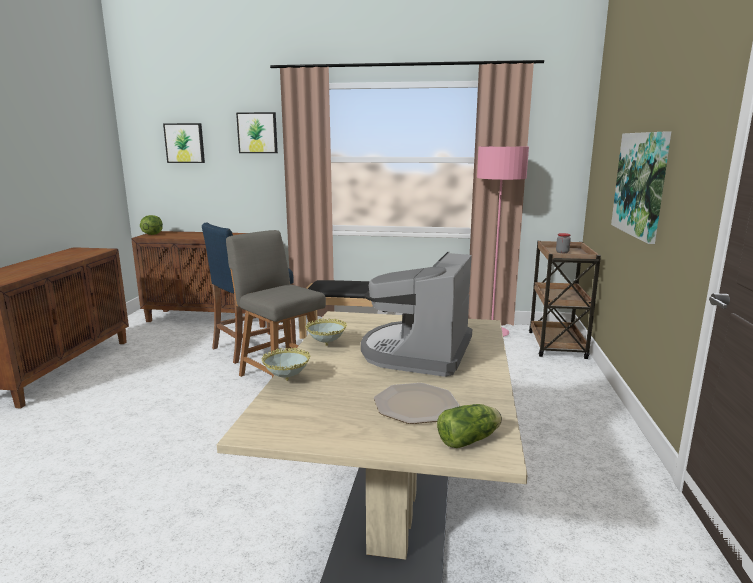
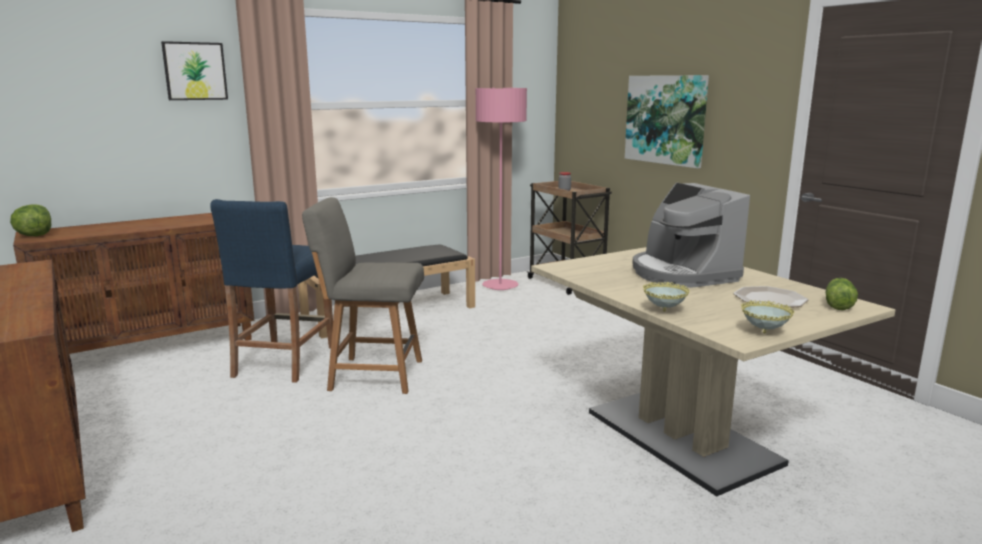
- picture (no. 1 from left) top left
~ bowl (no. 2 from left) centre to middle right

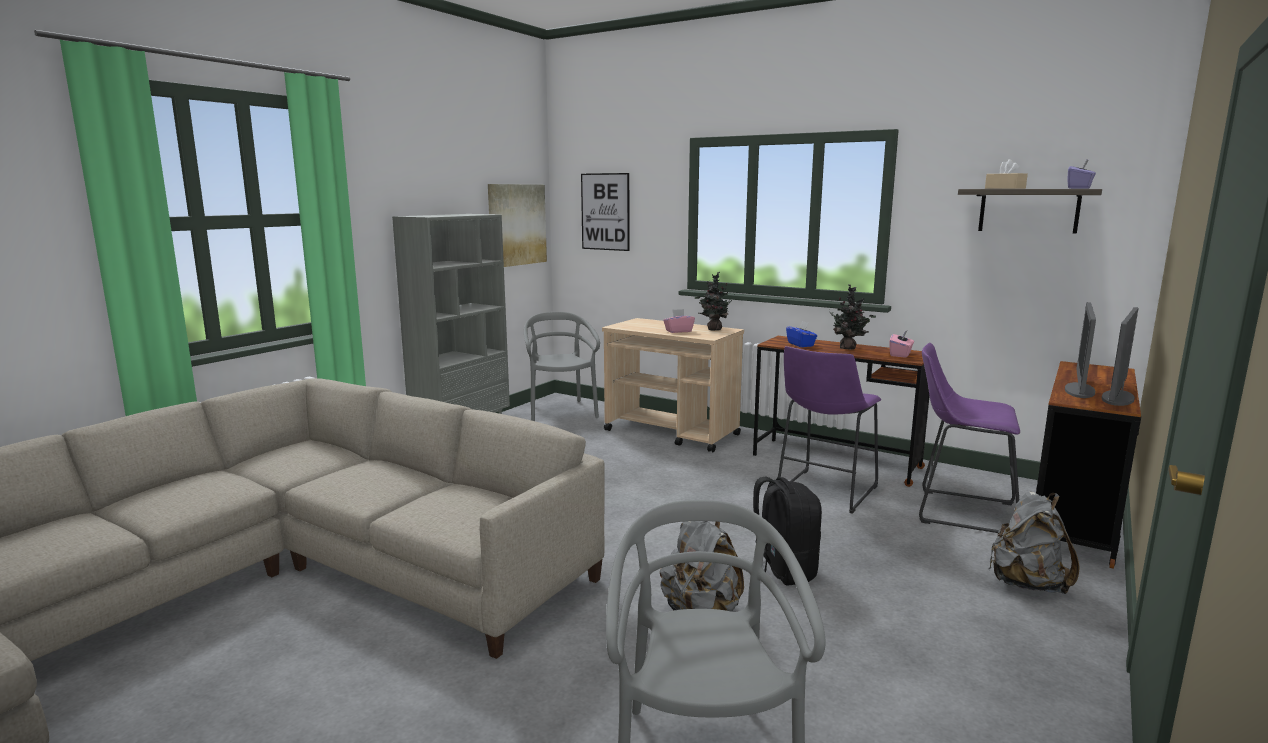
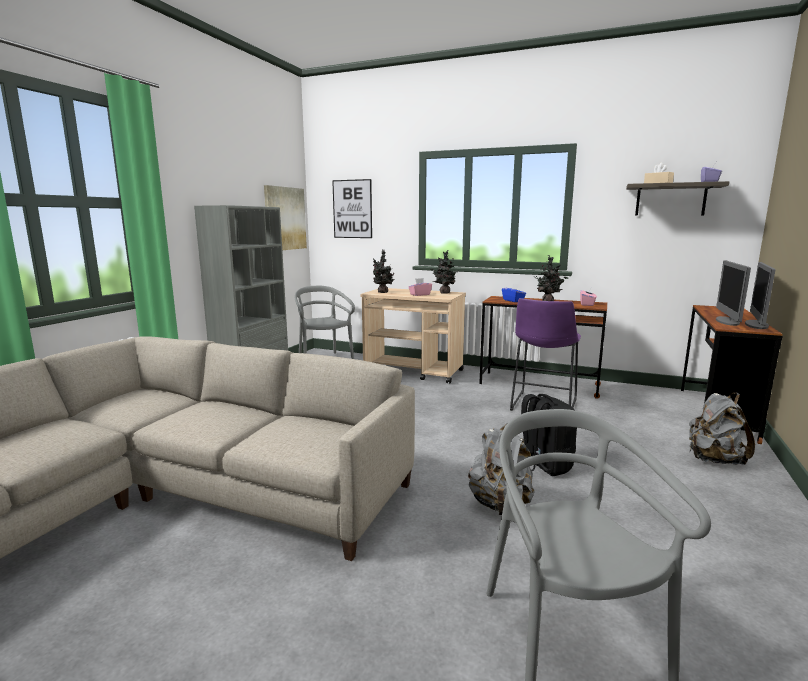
- purple stool (no. 2 from left) middle right
+ potted plant (no. 1 from left) centre

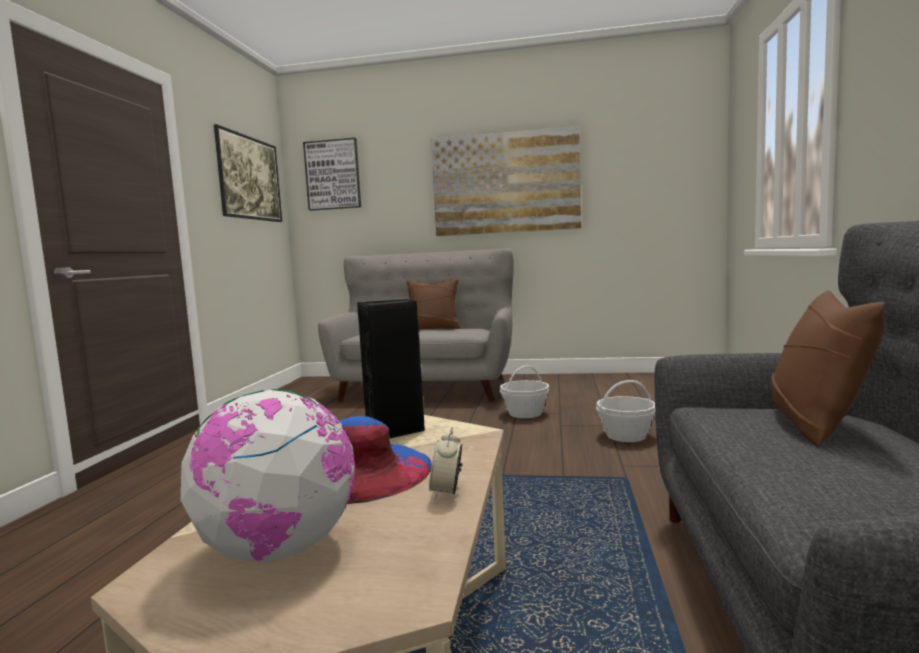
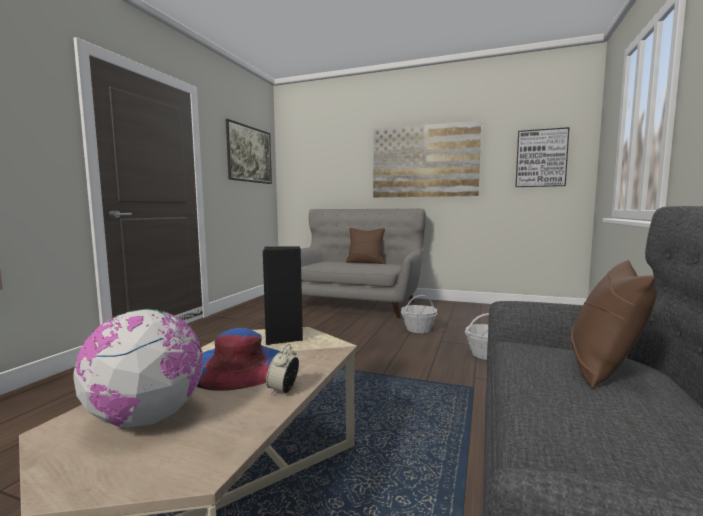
~ picture (no. 2 from left in the first image) top centre to picture (no. 3 from left) top right

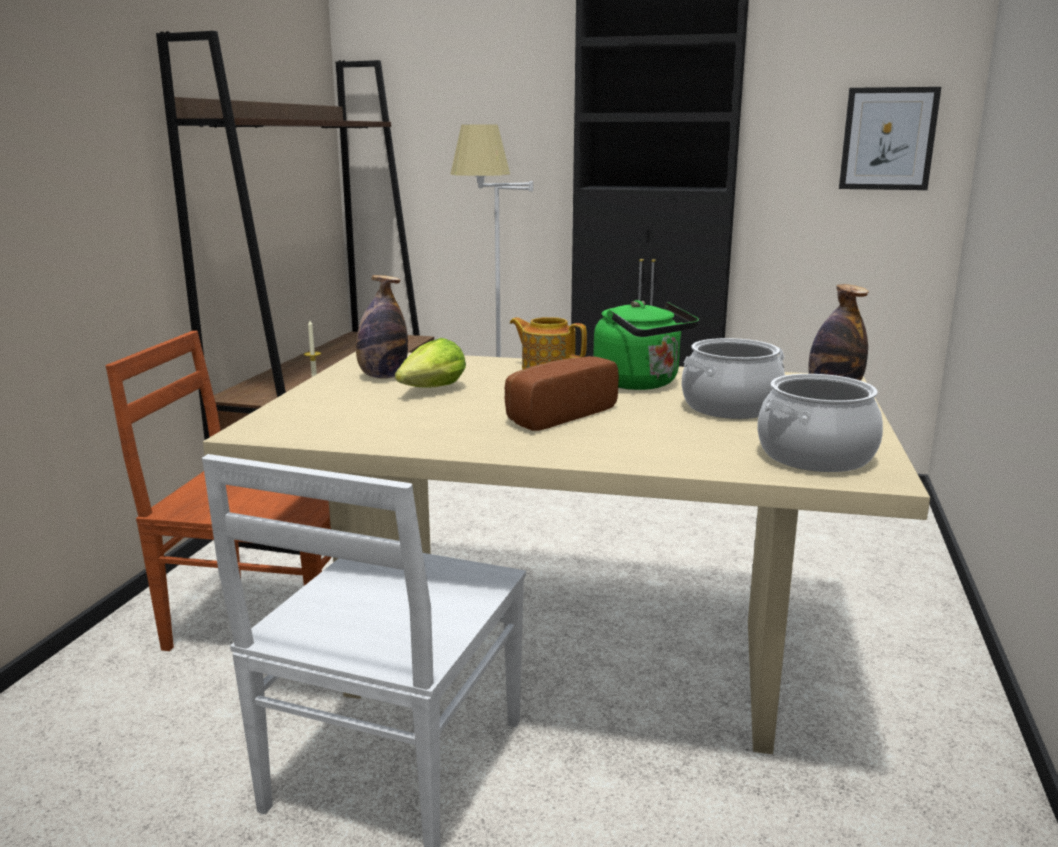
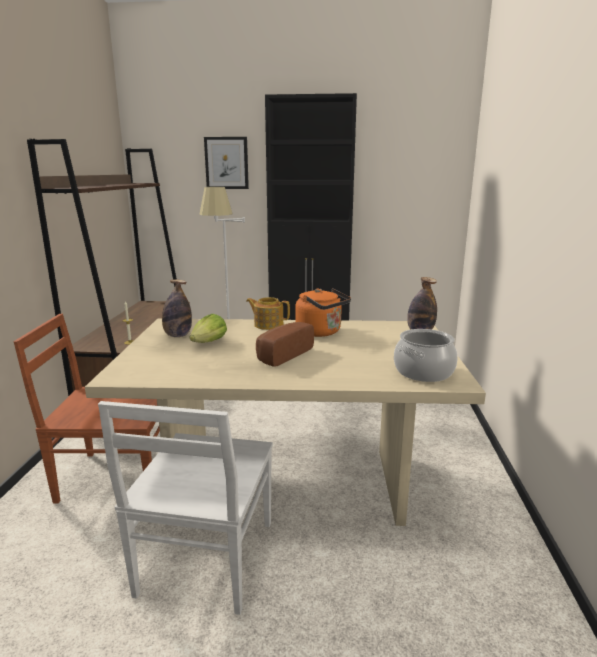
- cooking pot (no. 1 from left) middle right
~ picture top right to top centre
~ green kettle centre to orange kettle centre

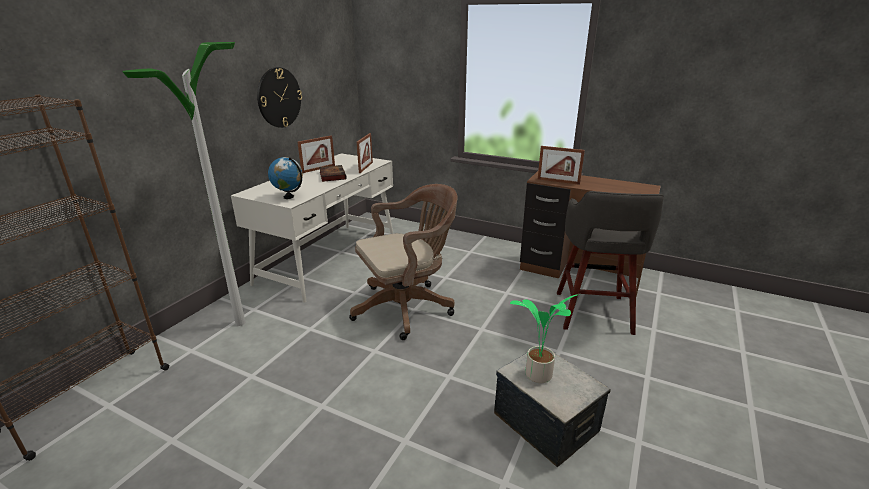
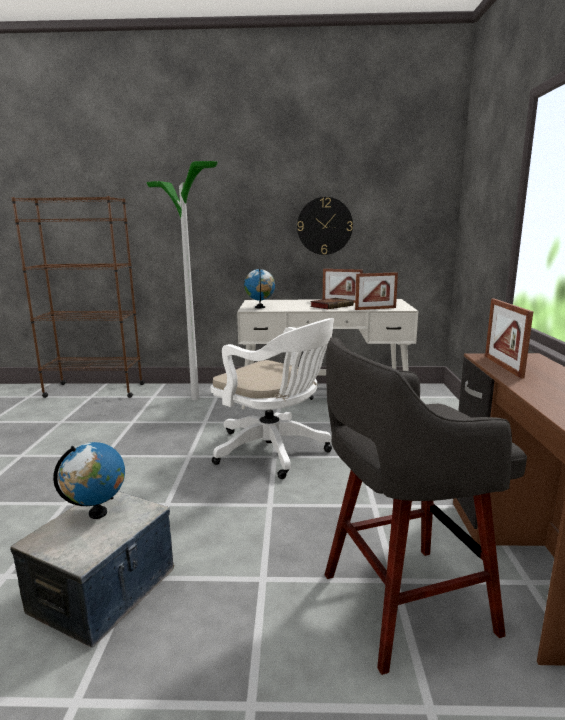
~ potted plant bottom centre to globe (no. 1 from left) bottom left
~ brown office chair centre to white office chair centre

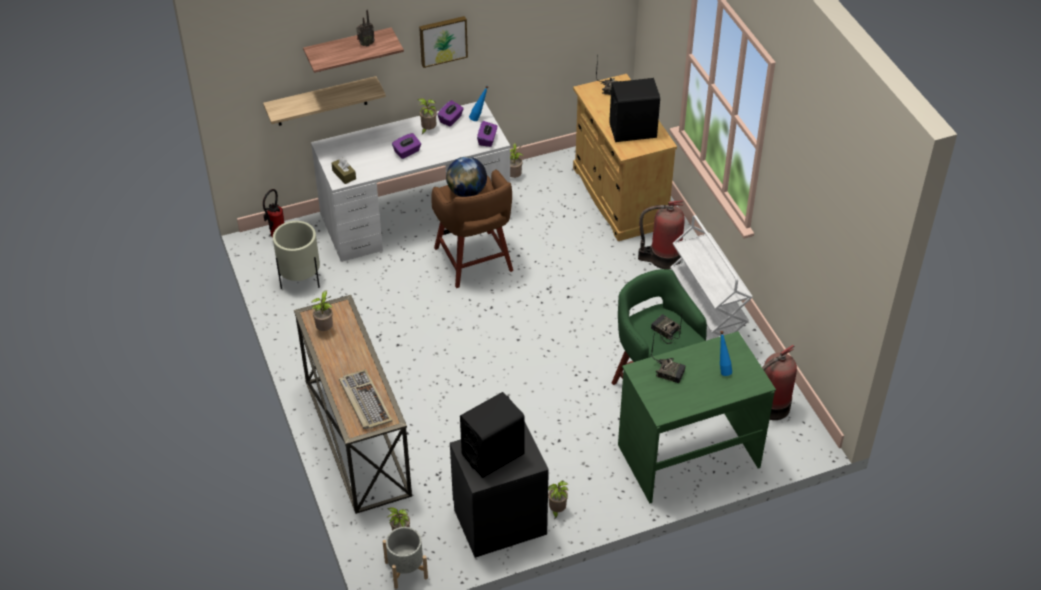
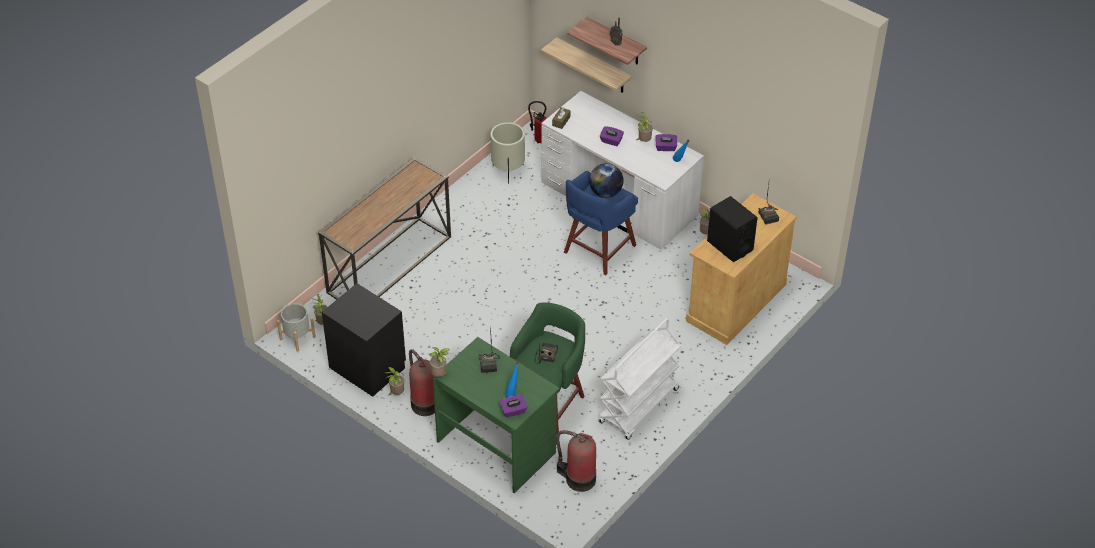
- keyboard bottom centre
- picture top centre
- black speaker (no. 1 from left) bottom centre
~ potted plant (no. 1 from left in the first image) middle left to potted plant (no. 3 from left) centre
~ purple tissue box (no. 3 from left in the first image) top centre to purple tissue box (no. 1 from left) bottom centre
~ fire extinguisher (no. 2 from left in the first image) centre to fire extinguisher (no. 1 from left) bottom centre
~ brown stool centre to blue stool centre

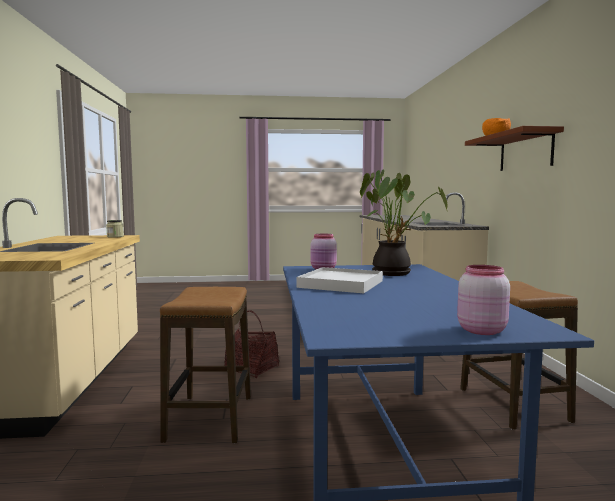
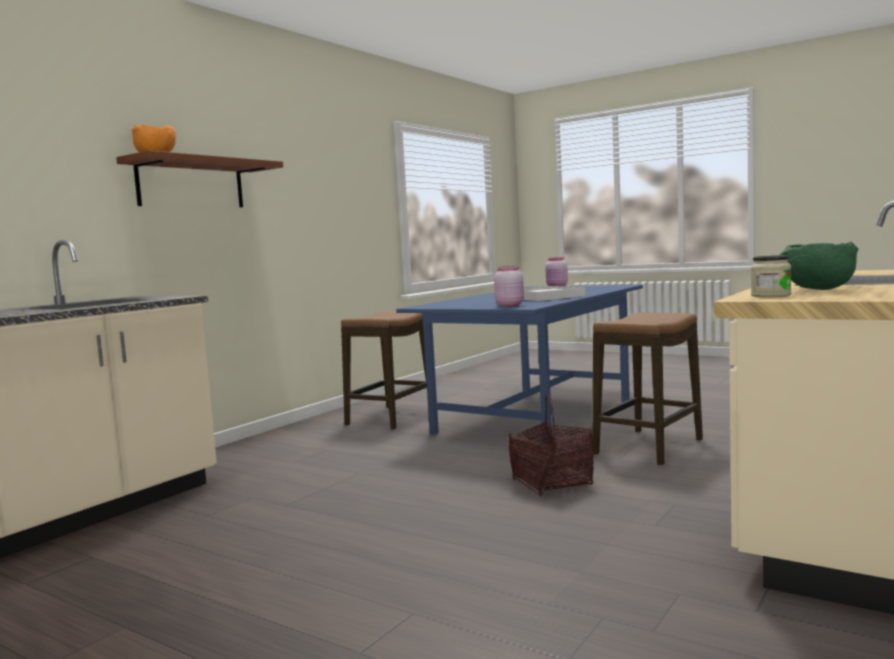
- potted plant centre
+ green bowl middle right

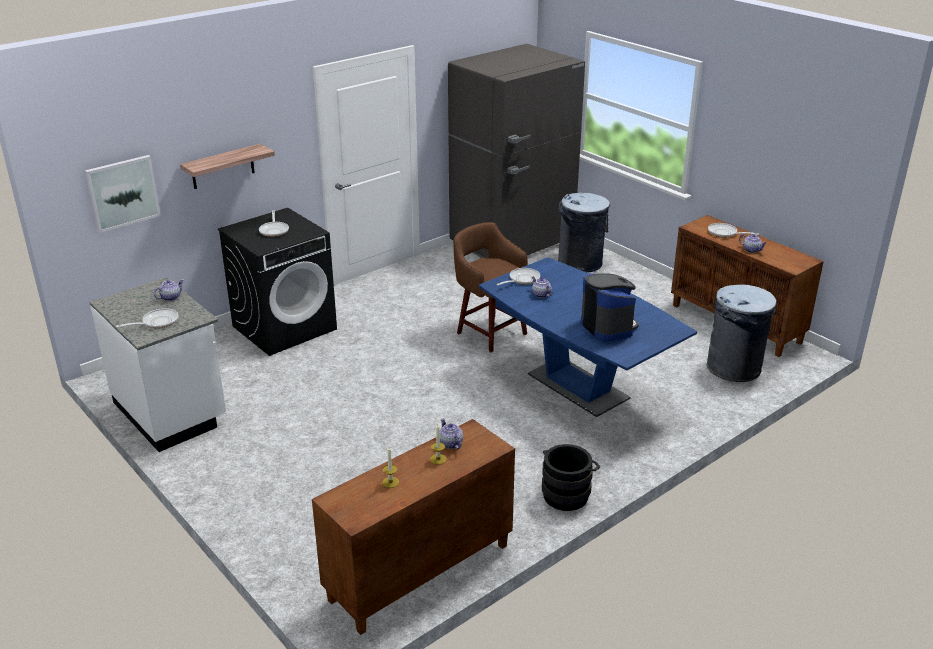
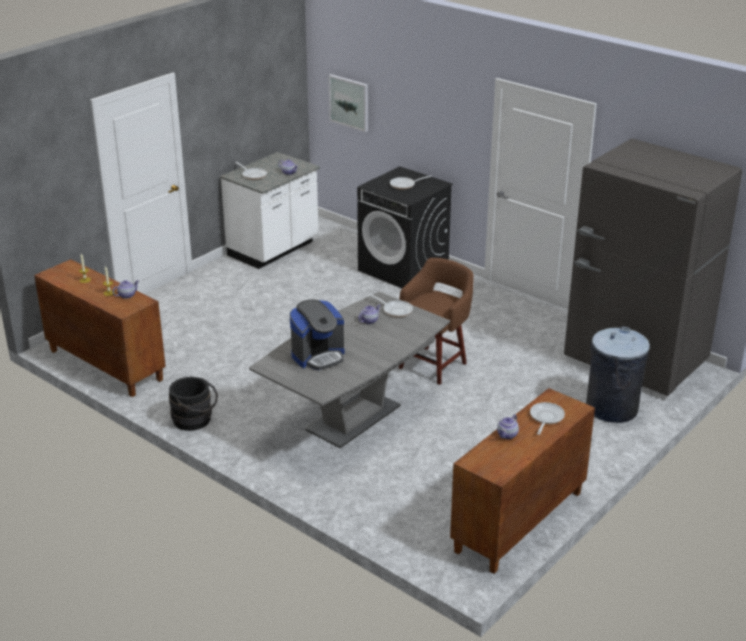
- shelf top left
- grey trash can (no. 2 from left) middle right
~ blue dining table centre to grey dining table centre

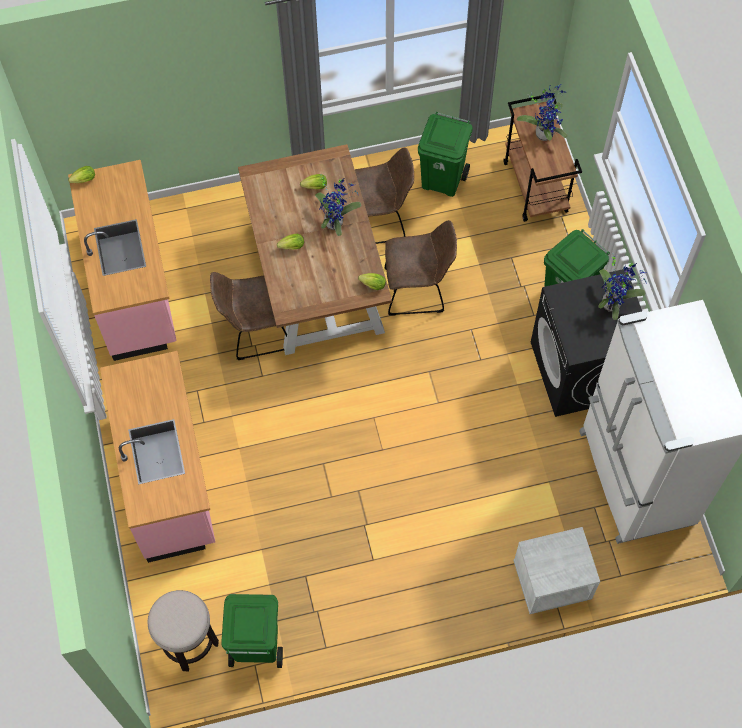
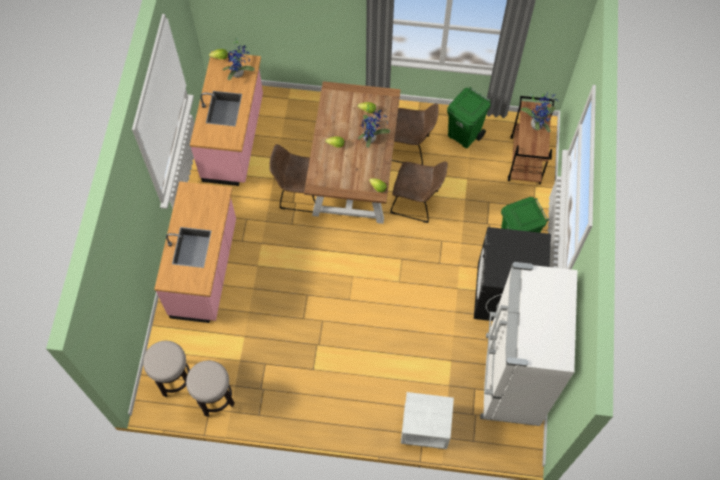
~ potted plant (no. 3 from left in the first image) middle right to potted plant (no. 1 from left) top left
~ green trash can (no. 1 from left) bottom centre to stool (no. 2 from left) bottom left

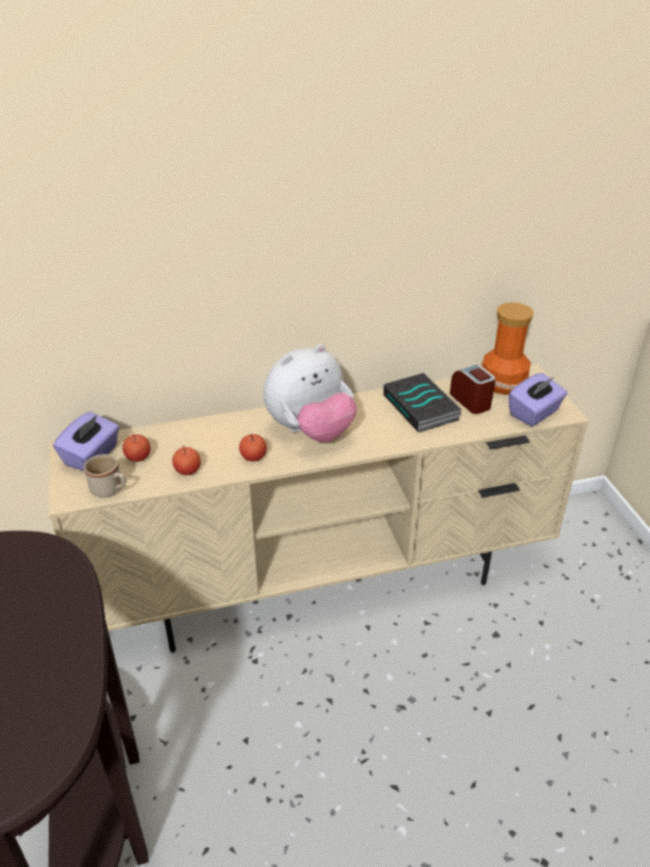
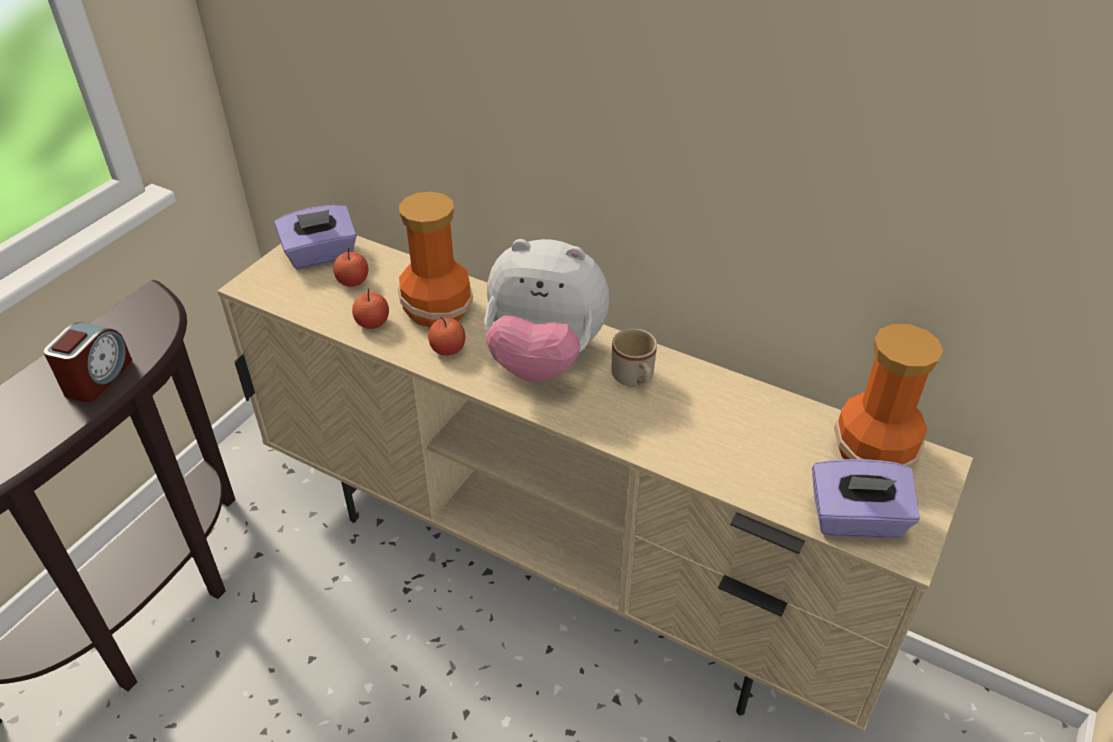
- book centre
+ vase (no. 1 from left) centre
~ beige mug middle left to centre
~ alarm clock middle right to middle left

